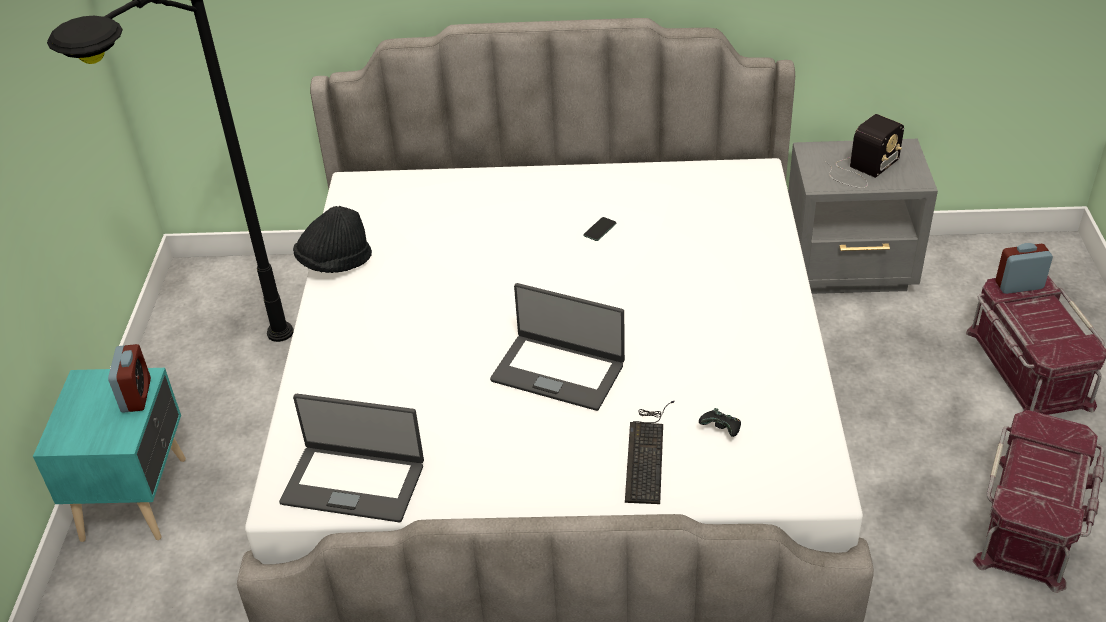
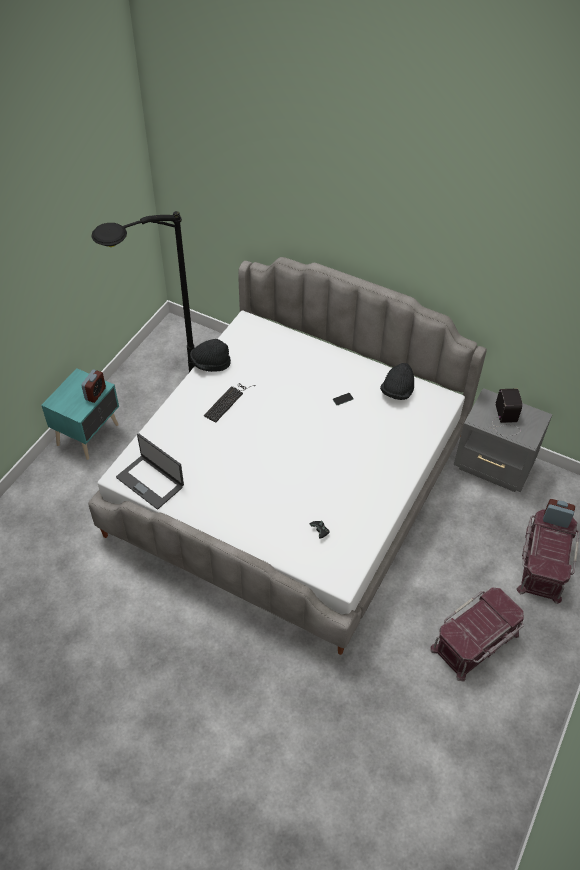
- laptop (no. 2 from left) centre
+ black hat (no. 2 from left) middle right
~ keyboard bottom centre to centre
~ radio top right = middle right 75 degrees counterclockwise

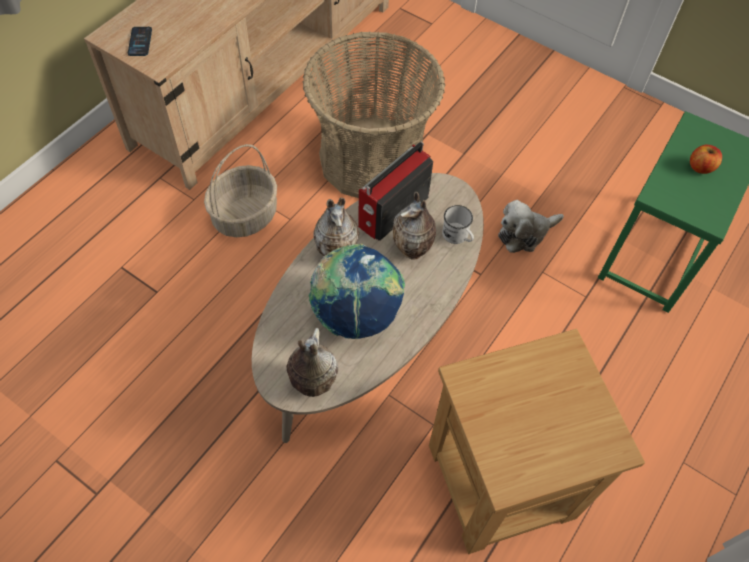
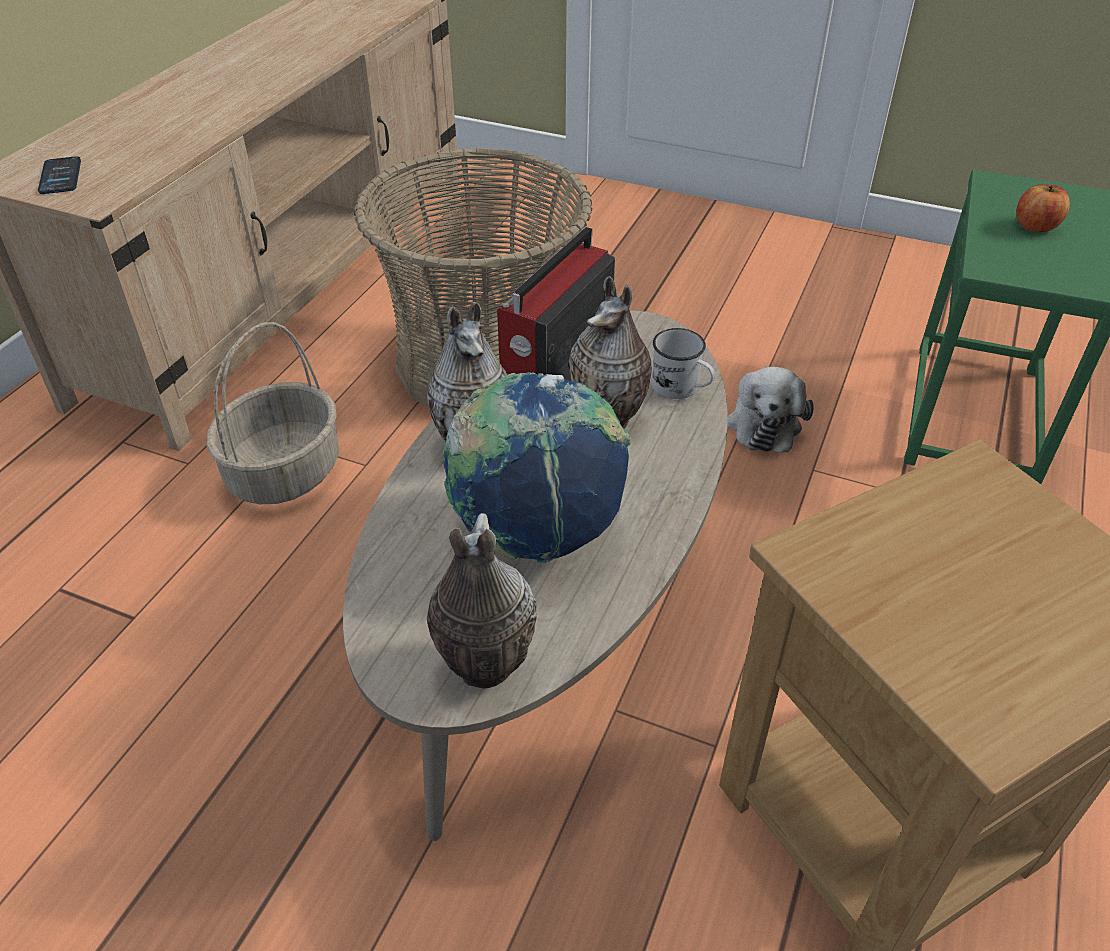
~ plush toy middle right = middle right 45 degrees counterclockwise

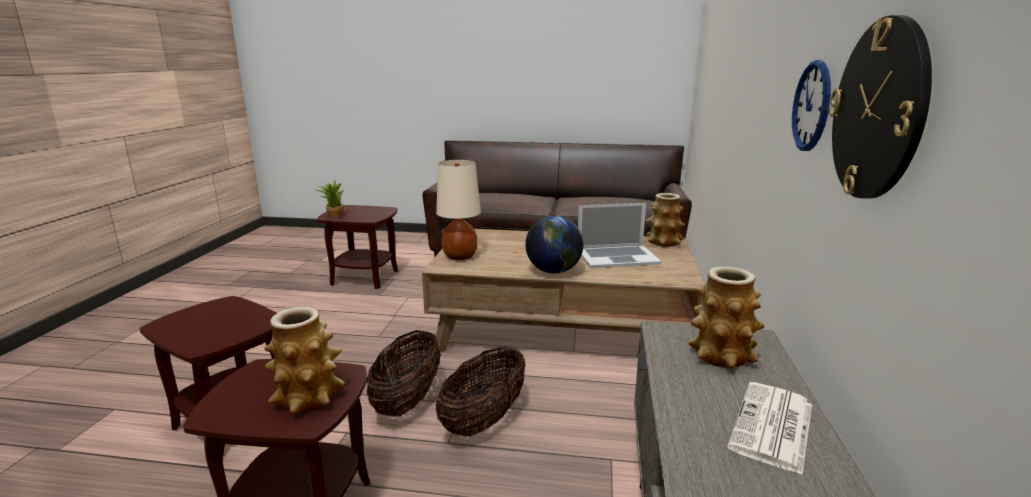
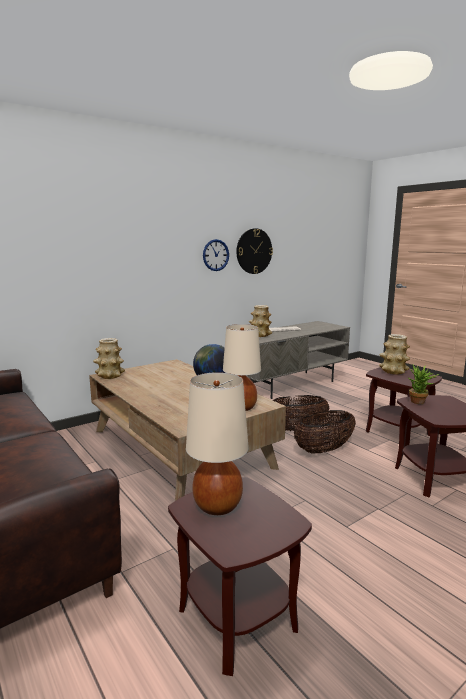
- laptop centre
+ beige table lamp (no. 1 from left) centre
~ potted plant middle left to middle right

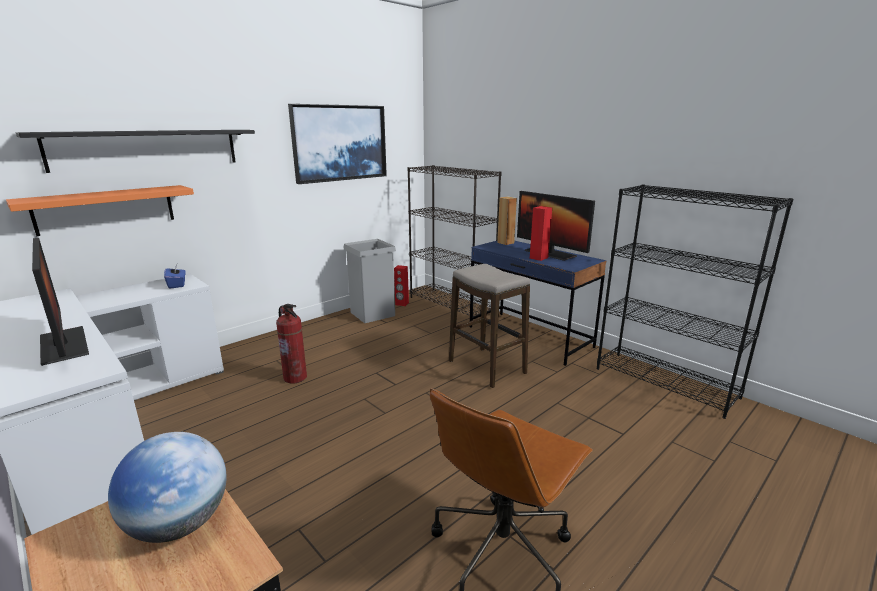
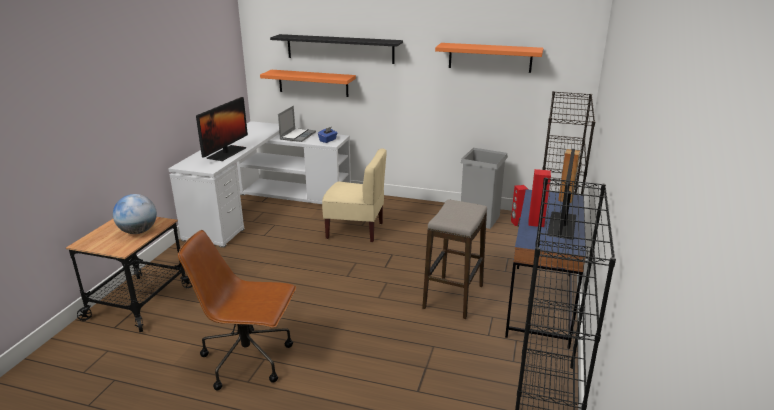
+ laptop top centre
~ fire extinguisher middle left to beige chair centre
~ picture top centre to orange shelf (no. 2 from left) top centre

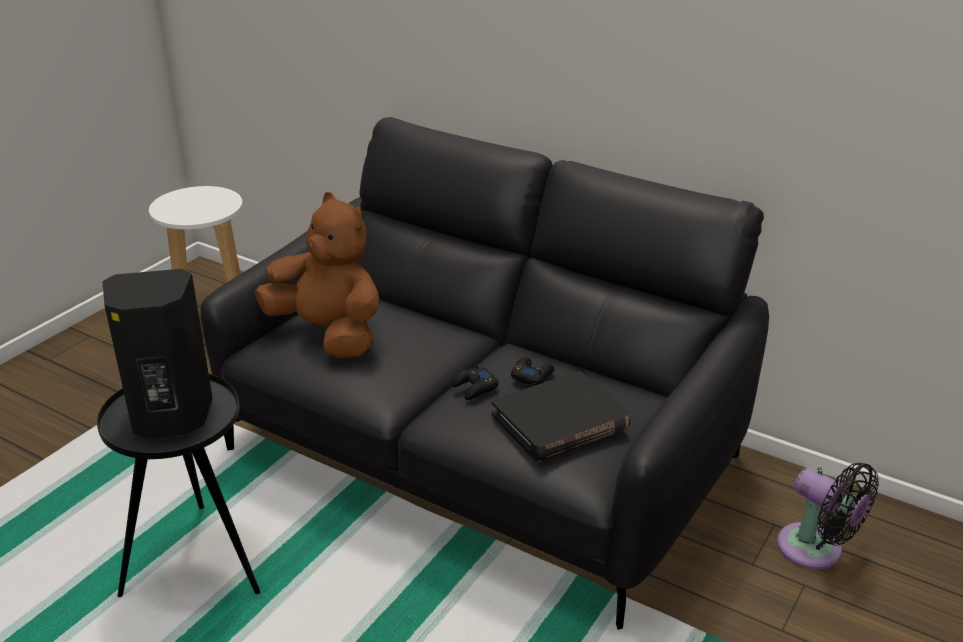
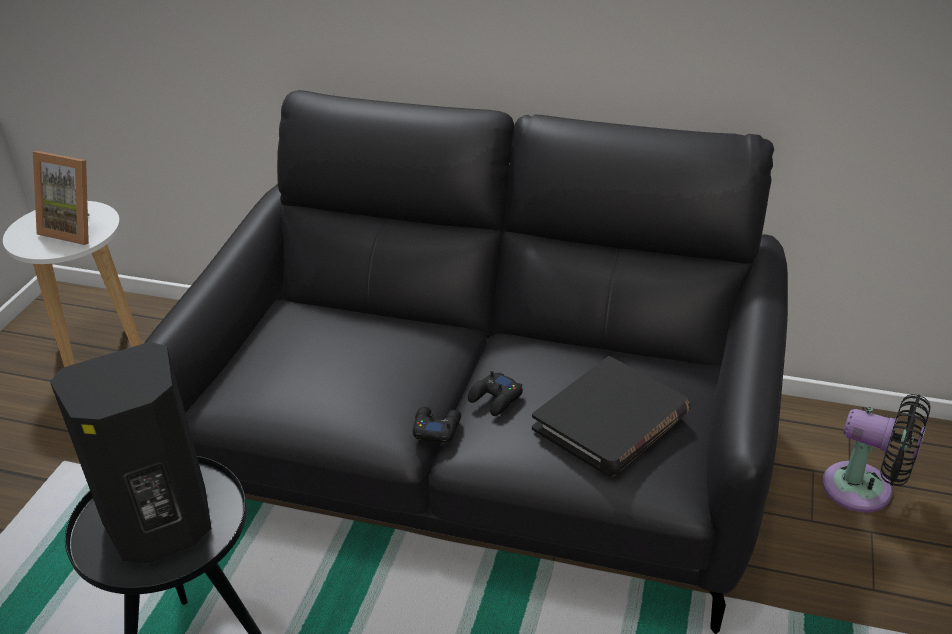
- brown plush toy middle left
+ picture frame top left
~ black game controller (no. 2 from left in the first image) centre to black game controller (no. 1 from left) bottom centre

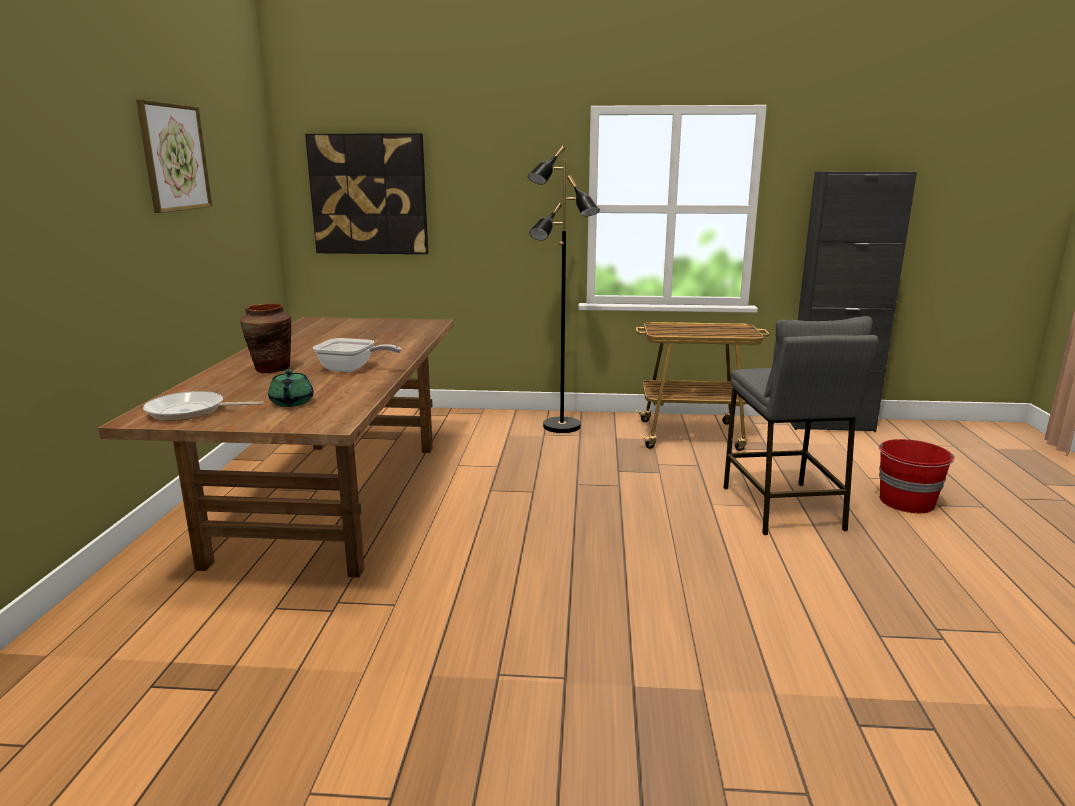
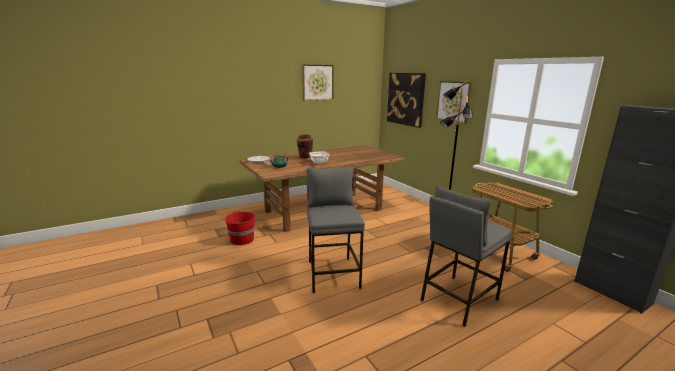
+ grey stool (no. 1 from left) centre
+ picture (no. 3 from left) top right
~ red bucket middle right to centre

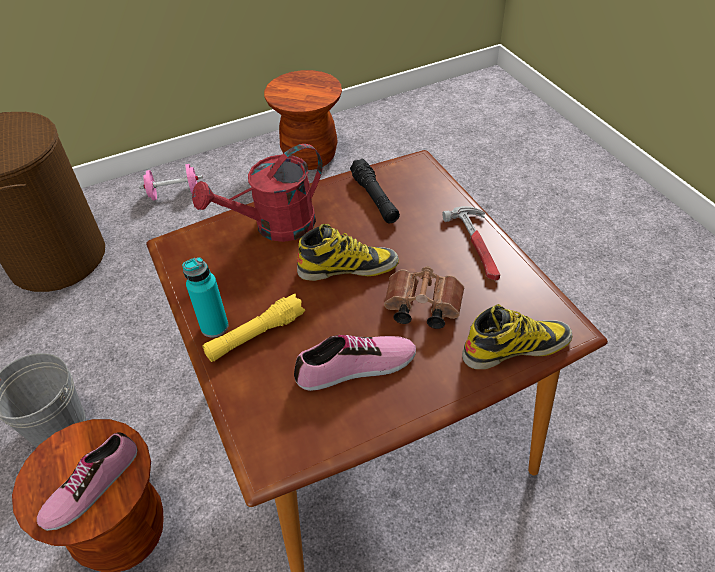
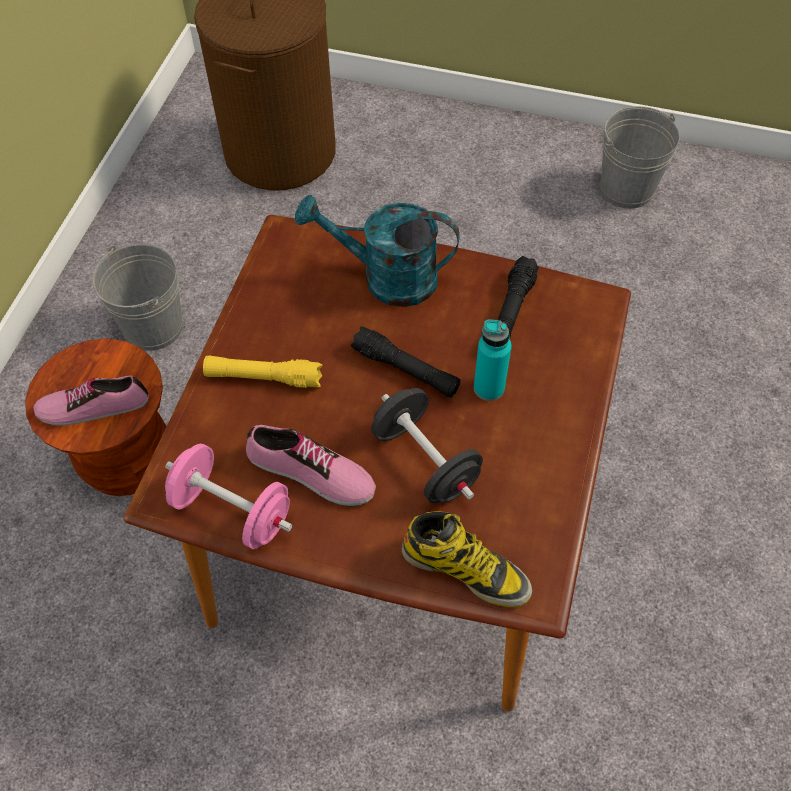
- hammer centre
~ pink dumbbell top left to middle left
~ turquoise bottle middle left to centre
~ brown stool (no. 2 from left) top centre to grey bucket (no. 2 from left) top right
~ boot (no. 1 from left) centre to black flashlight (no. 1 from left) centre
~ brown binoculars centre to black dumbbell centre
~ red watering can centre to turquoise watering can top centre

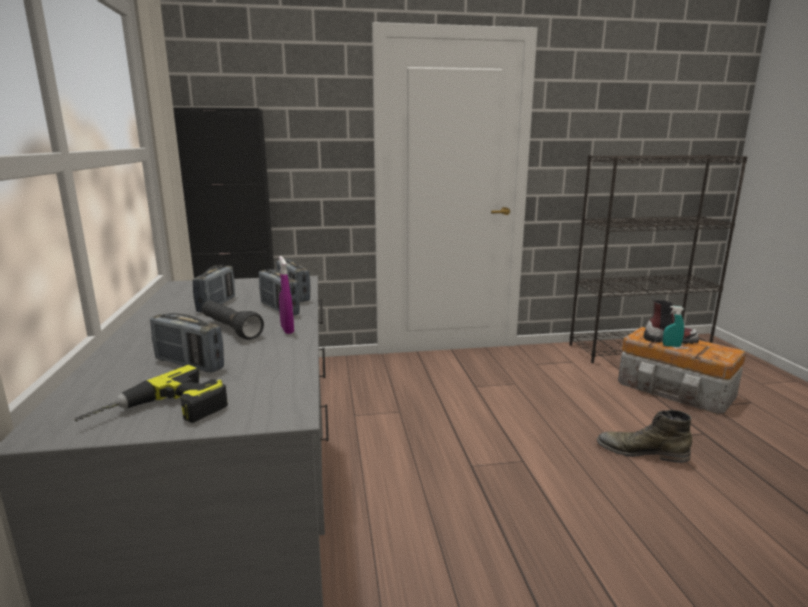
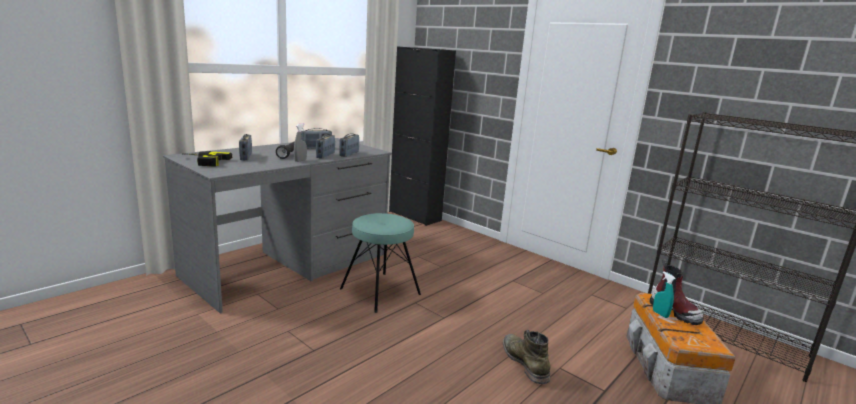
+ turquoise stool centre
~ purple spray bottle centre to grey spray bottle centre

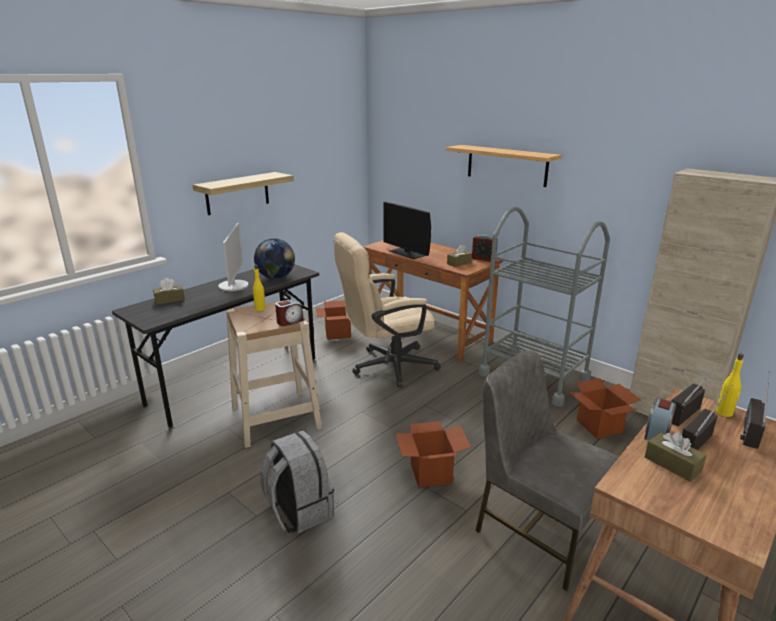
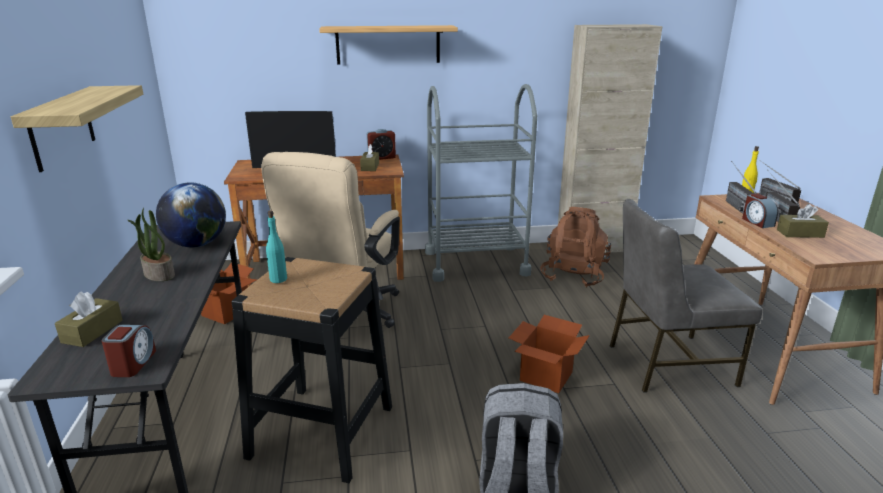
~ alarm clock (no. 1 from left) centre to bottom left
~ monitor (no. 1 from left) middle left to potted plant middle left
~ cardboard box (no. 3 from left) middle right to brown backpack centre
~ beige stool centre to black stool bottom centre
~ yellow bottle (no. 1 from left) centre to turquoise bottle middle left

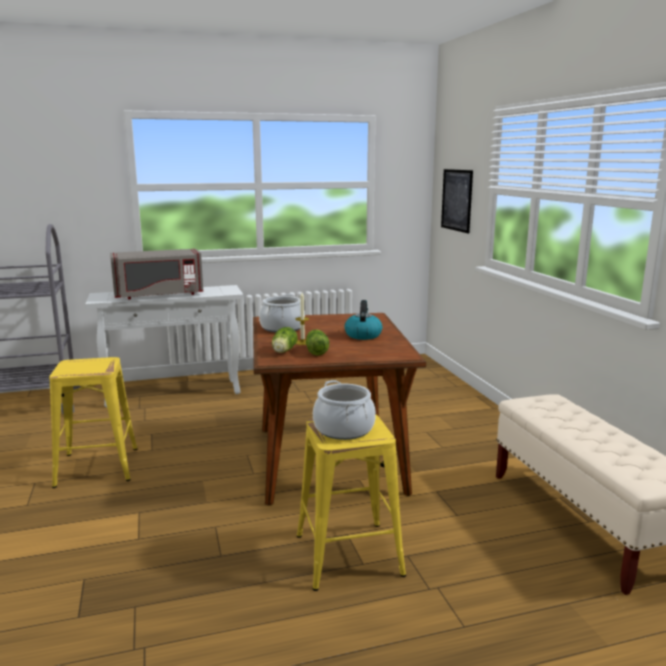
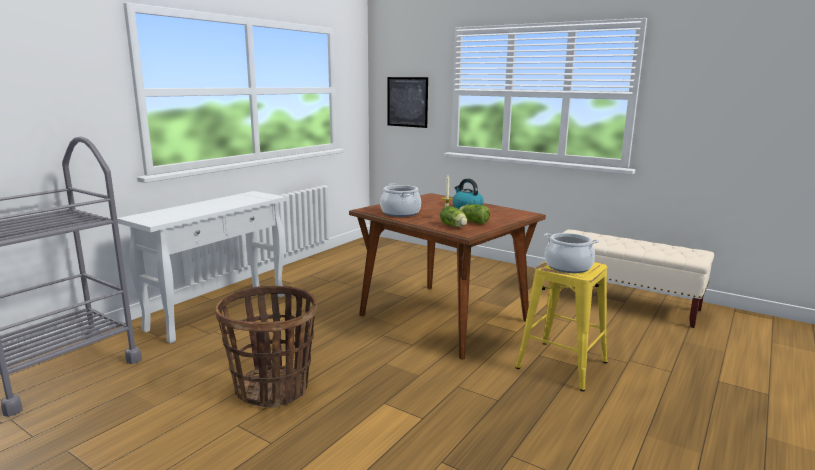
- grey microwave middle left
~ yellow stool (no. 1 from left) middle left to basket bottom left

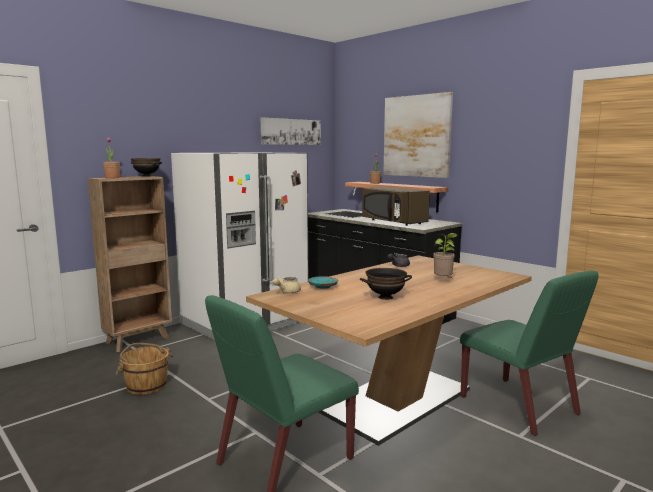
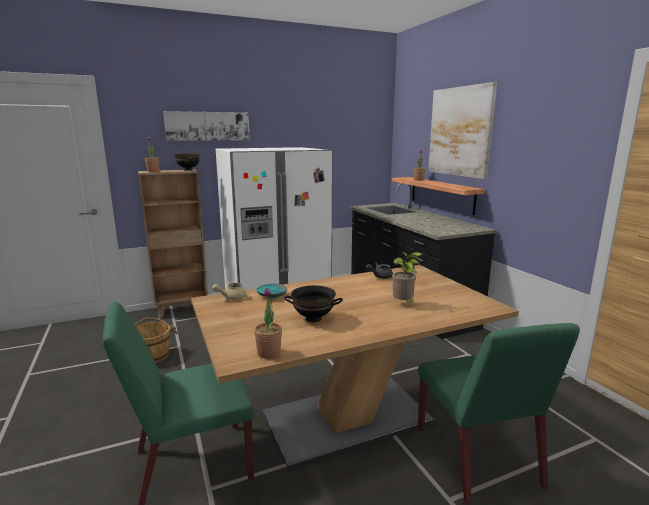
- brown microwave centre
+ potted plant (no. 2 from left) centre
~ picture (no. 1 from left) top centre to top left

